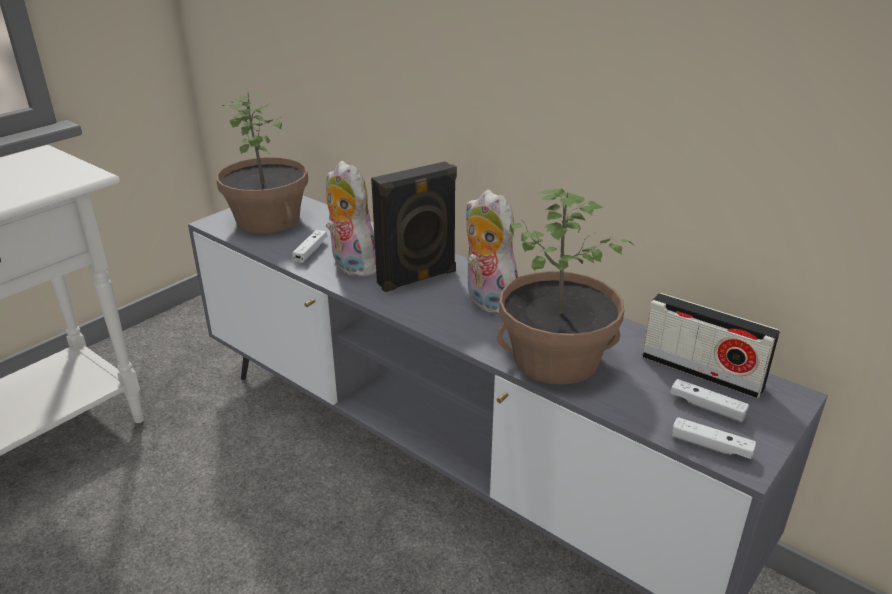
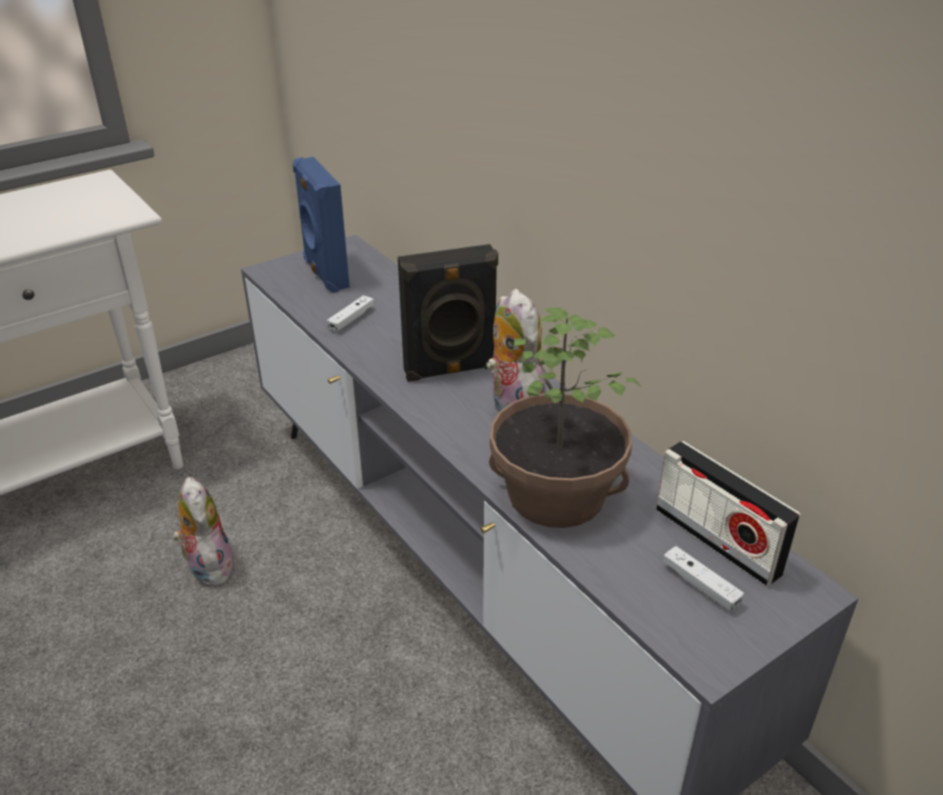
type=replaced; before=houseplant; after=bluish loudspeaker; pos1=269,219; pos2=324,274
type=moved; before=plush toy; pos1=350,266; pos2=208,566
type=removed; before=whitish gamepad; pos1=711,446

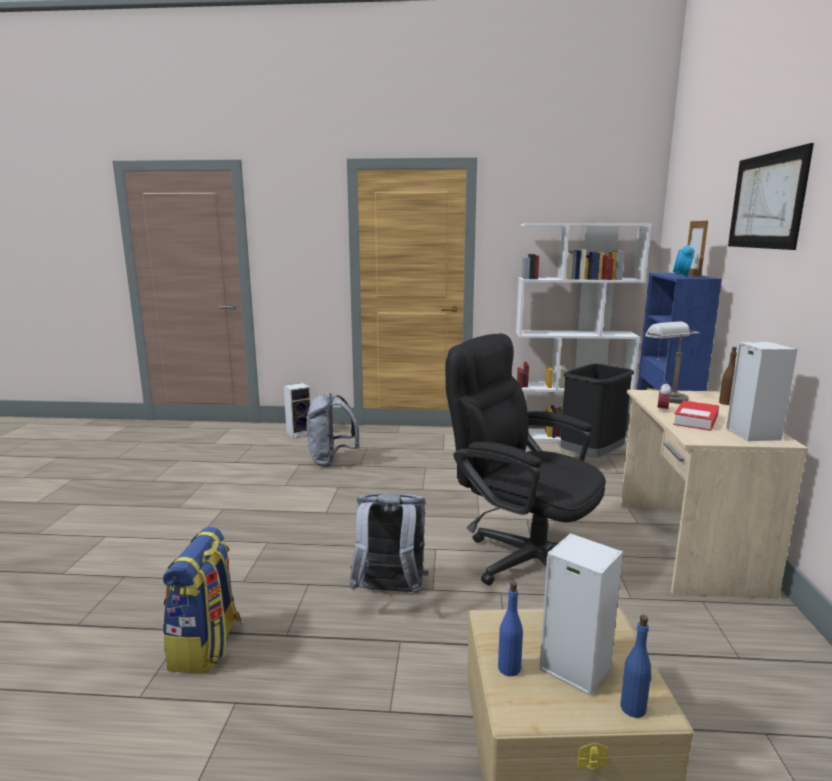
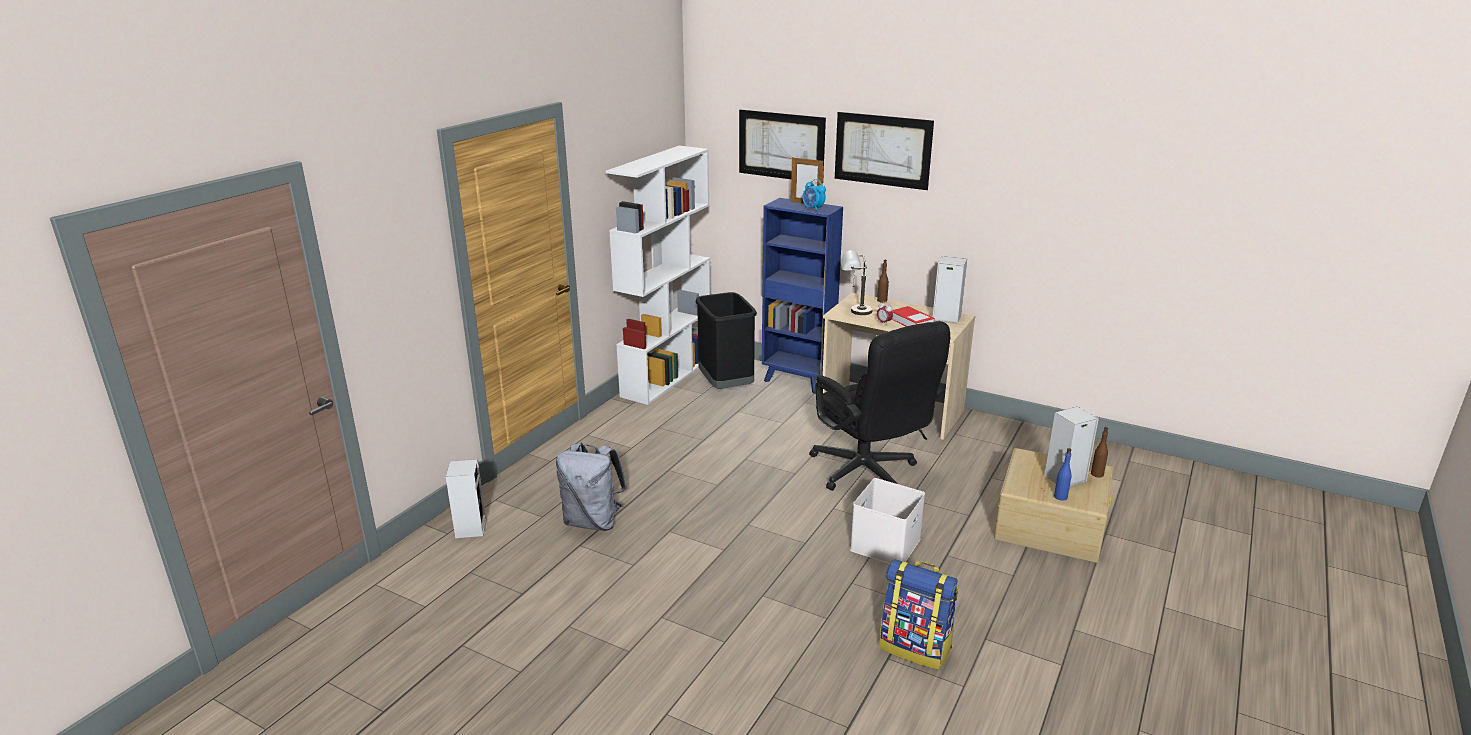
type=turned; before=black-coloured computer chair; pos1=522,557; pos2=869,474; turn=-90
type=replaced; before=greyish backpack; after=whitish storage container; pos1=389,593; pos2=886,545
type=recoloured; before=bluish beverage bottle; after=brownish beverage bottle; pos1=633,708; pos2=1097,474
type=added; after=wall picture; pos2=781,145

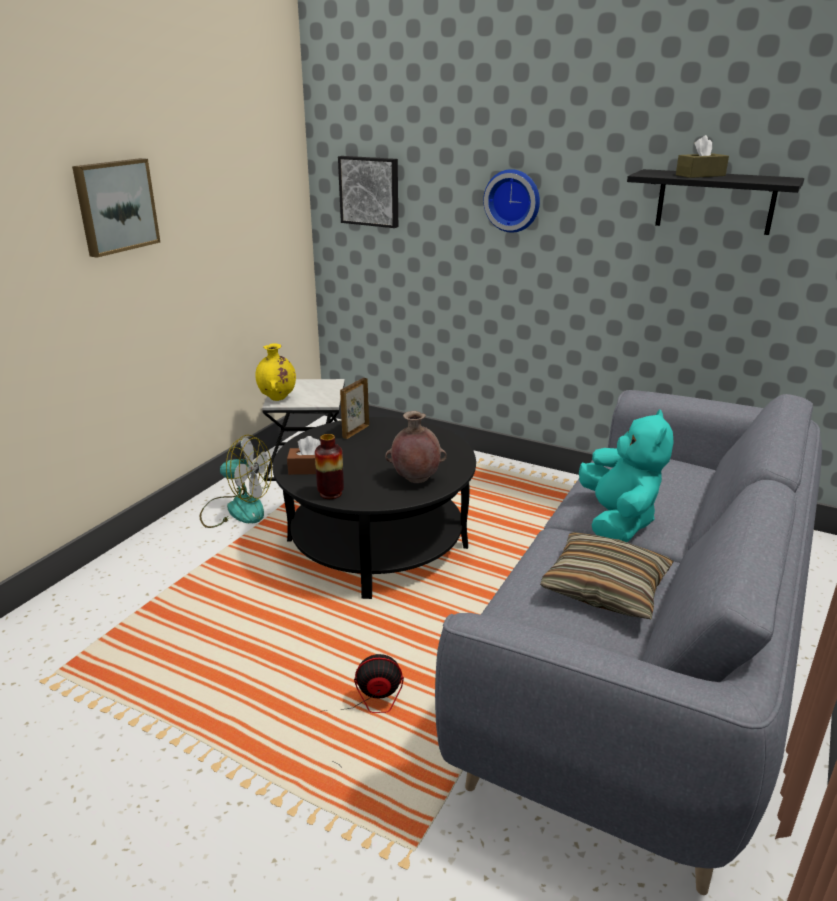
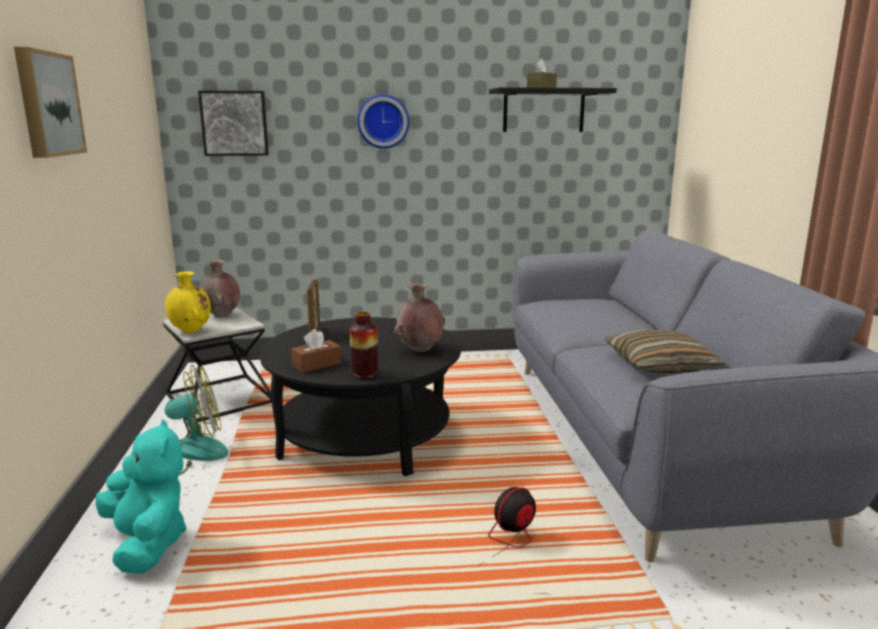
type=moved; before=turquoise plush toy; pos1=617,521; pos2=147,544
type=added; after=brownish vase; pos2=222,315

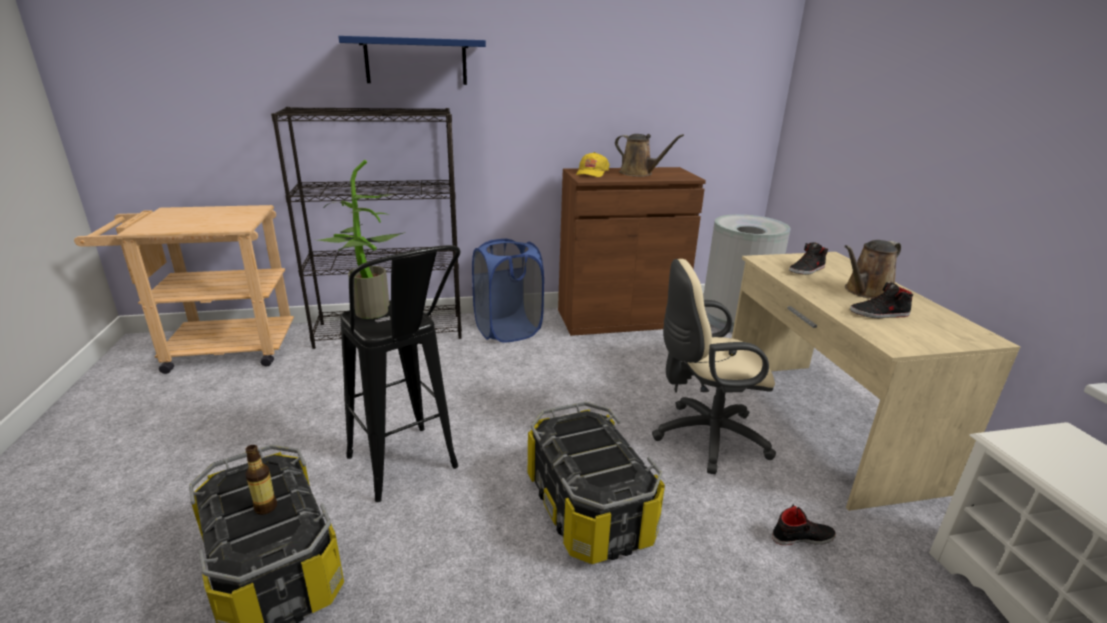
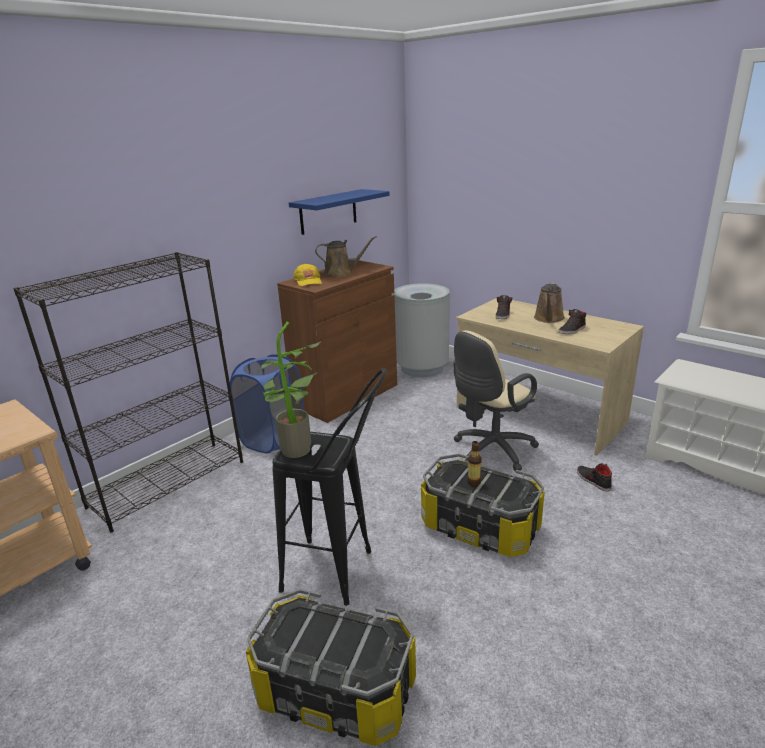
type=moved; before=bluish bracket shelf; pos1=416,61; pos2=328,211
type=moved; before=beverage bottle; pos1=265,507; pos2=474,483
type=turned; before=black-coloured low shoe; pos1=802,537; pos2=593,480; turn=-75

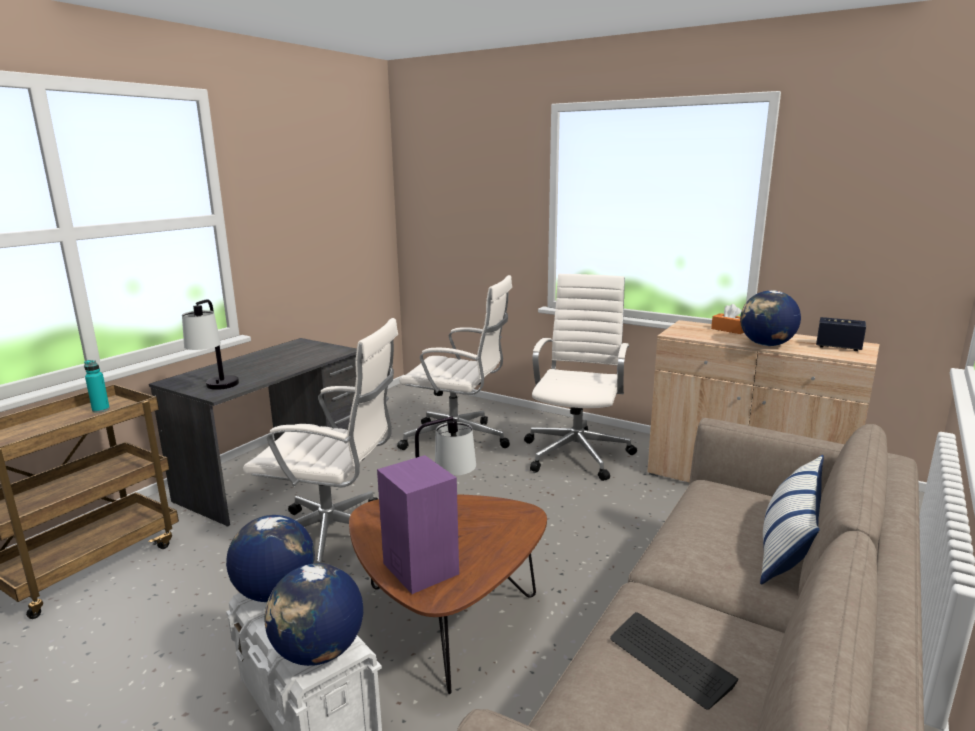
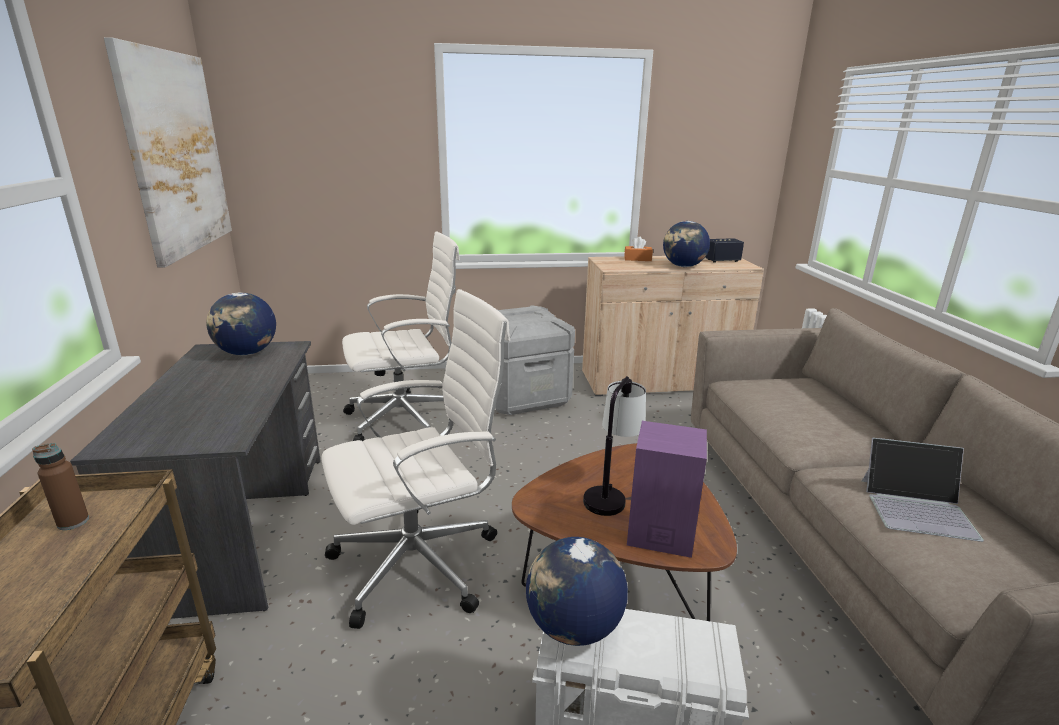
type=replaced; before=whitish computer chair; after=greyish storage container; pos1=577,453; pos2=523,396
type=removed; before=table lamp; pos1=217,389
type=recoloured; before=turquoise beverage bottle; after=brownish beverage bottle; pos1=101,409; pos2=73,522
type=removed; before=throw pillow; pos1=787,544
type=moved; before=world globe; pos1=318,652; pos2=247,353
type=replaced; before=keyboard; after=notebook computer; pos1=670,660; pos2=918,508
type=added; after=wall picture; pos2=177,153

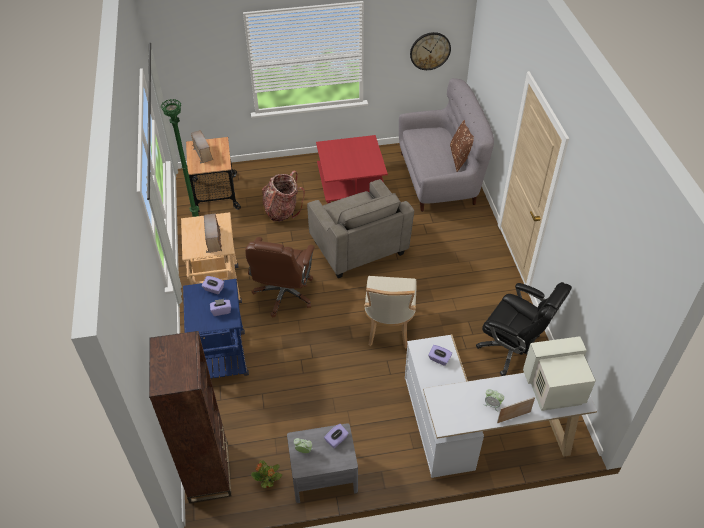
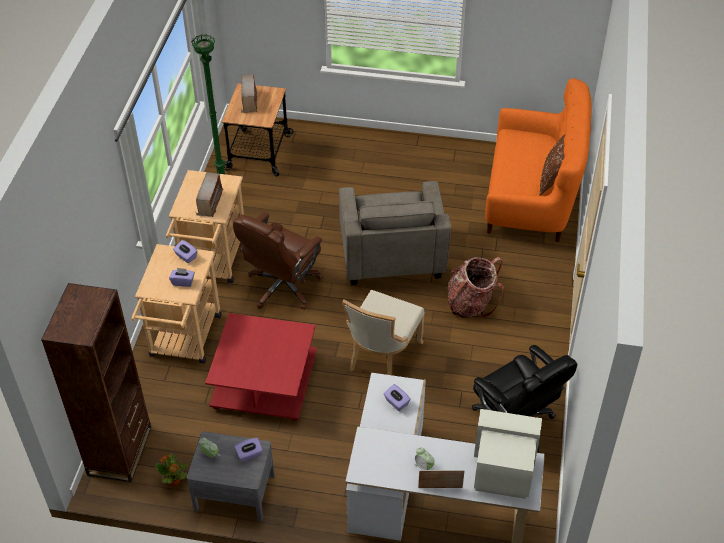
type=removed; before=hanging clock; pos1=430,51
type=recoloured; before=greyish couch; after=orangey couch; pos1=440,178; pos2=532,198
type=moved; before=reddish lounge table; pos1=352,182; pos2=265,382
type=moved; before=backpack; pos1=282,211; pos2=471,304
type=recoloured; before=bluish wheeled cart; after=beige-coloured wheeled cart; pos1=222,362; pos2=184,341

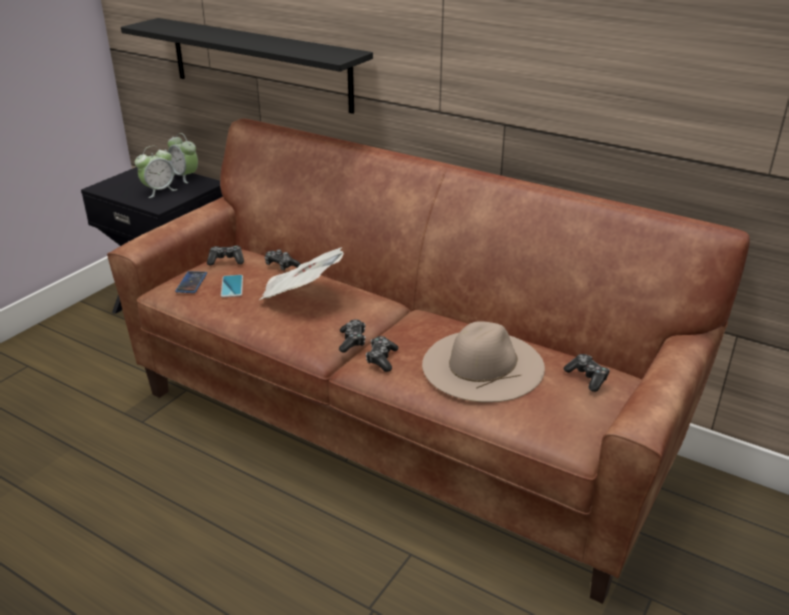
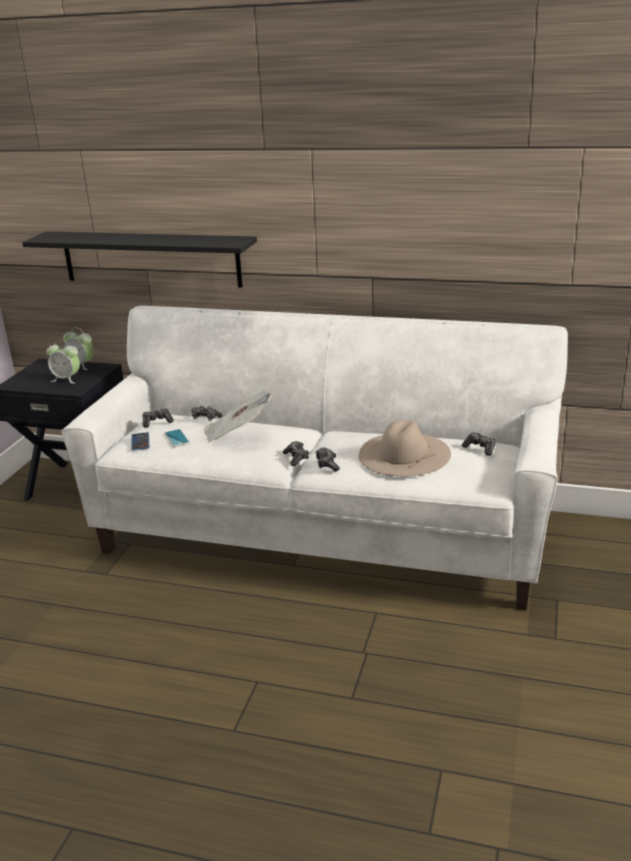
type=recoloured; before=brownish couch; after=whitish couch; pos1=395,428; pos2=321,535
type=turned; before=bedside clock; pos1=159,191; pos2=66,379; turn=75

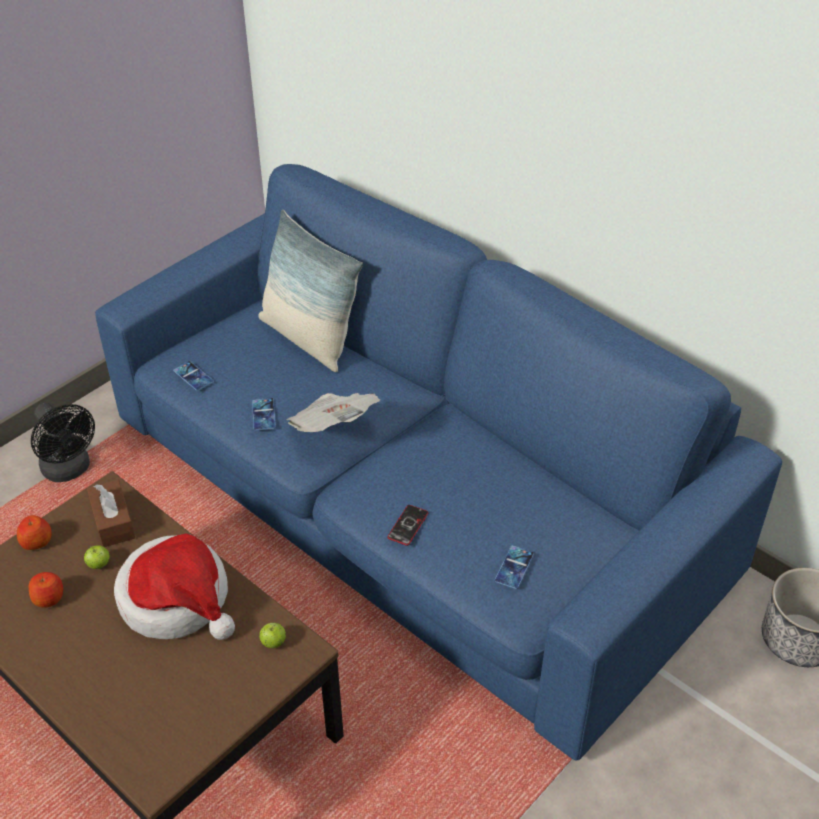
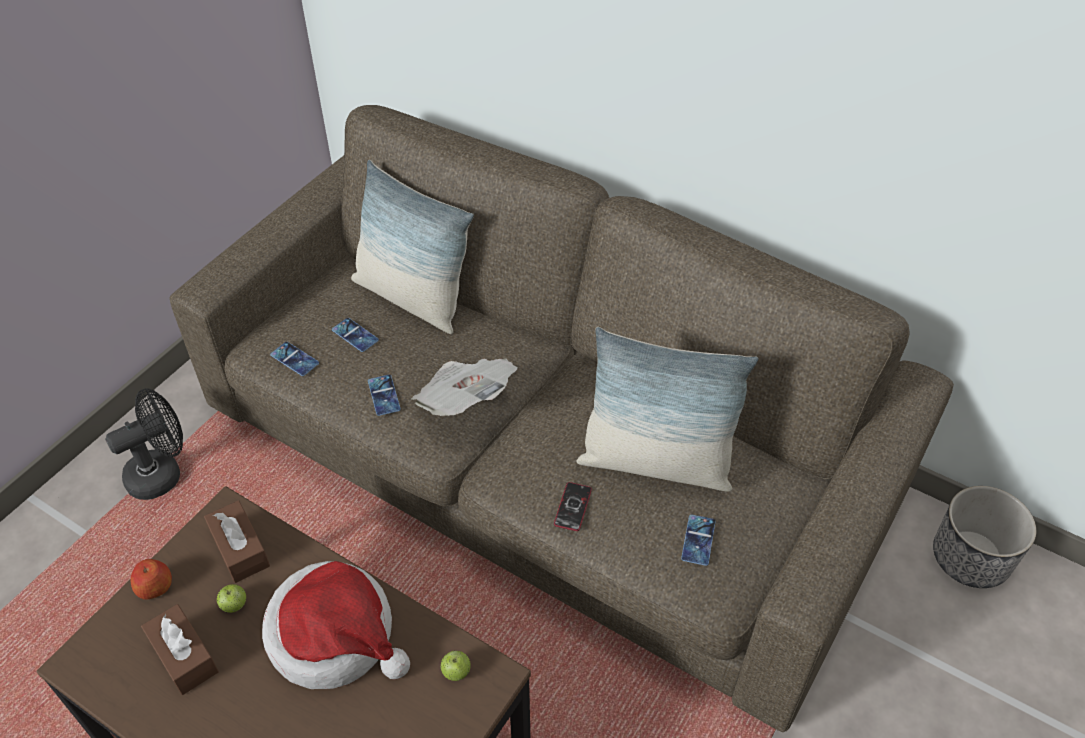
type=recoloured; before=bluish couch; after=brownish couch; pos1=410,497; pos2=543,454
type=turned; before=black-coloured electric fan; pos1=70,470; pos2=162,473; turn=-75
type=replaced; before=apple; after=brownish box of tissues; pos1=49,598; pos2=184,656
type=added; after=phone; pos2=355,335
type=added; after=throw pillow; pos2=656,462

